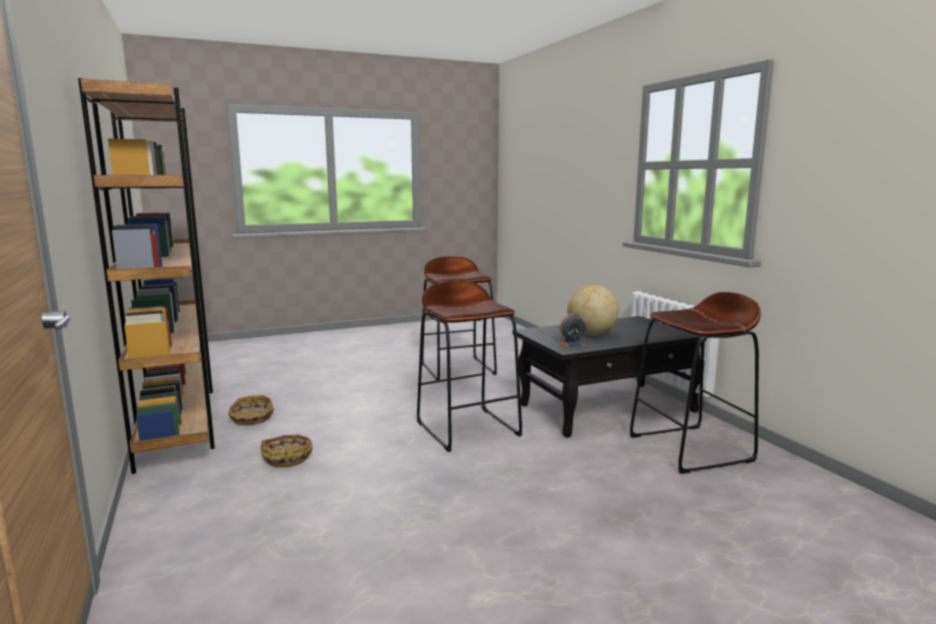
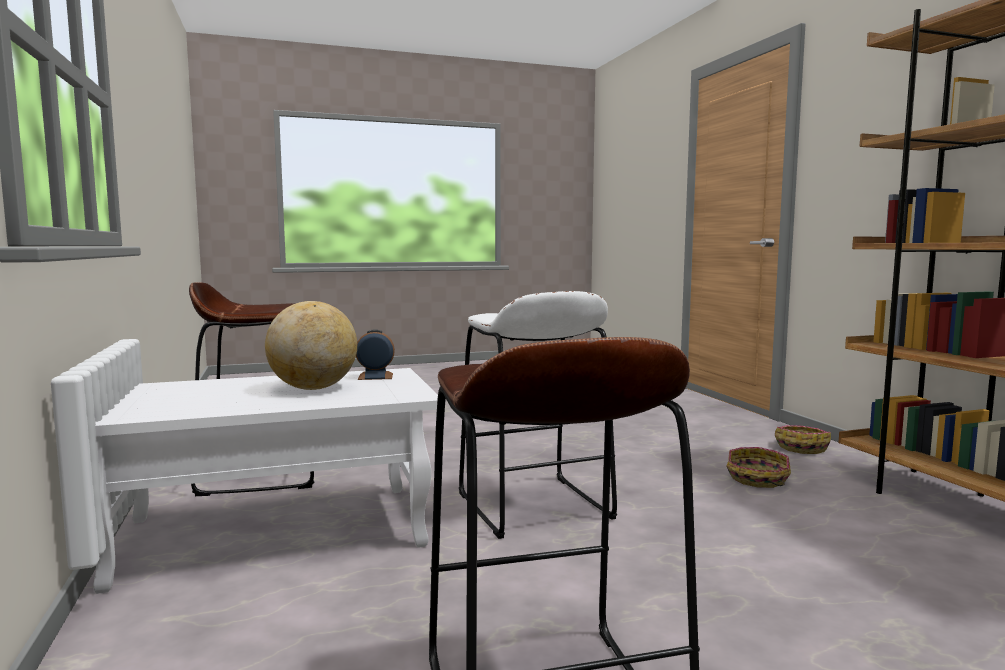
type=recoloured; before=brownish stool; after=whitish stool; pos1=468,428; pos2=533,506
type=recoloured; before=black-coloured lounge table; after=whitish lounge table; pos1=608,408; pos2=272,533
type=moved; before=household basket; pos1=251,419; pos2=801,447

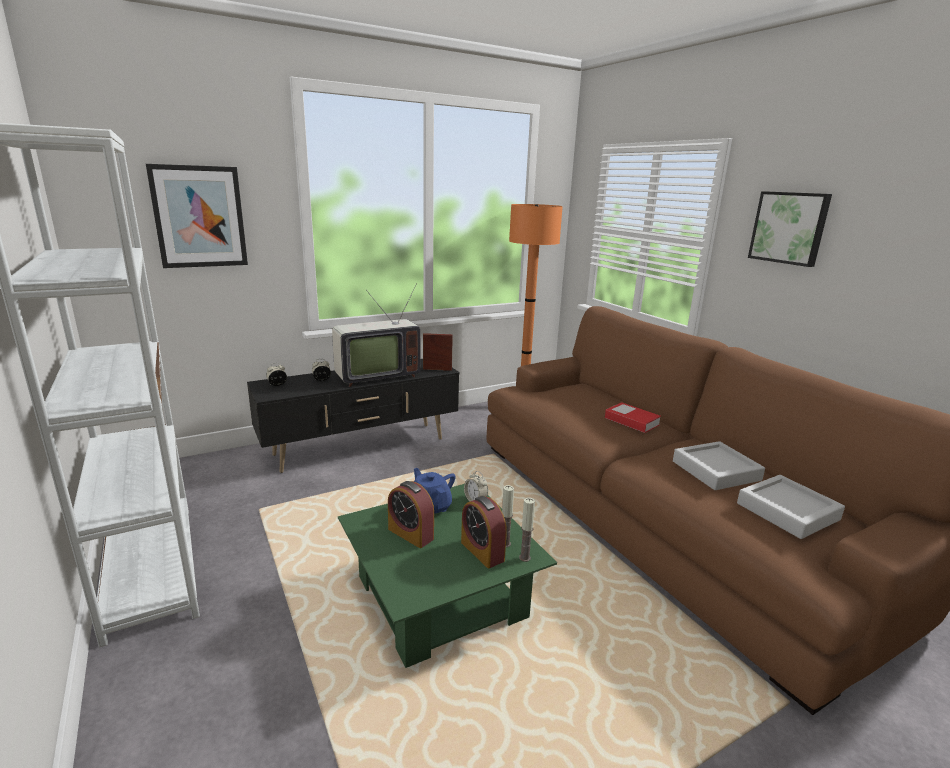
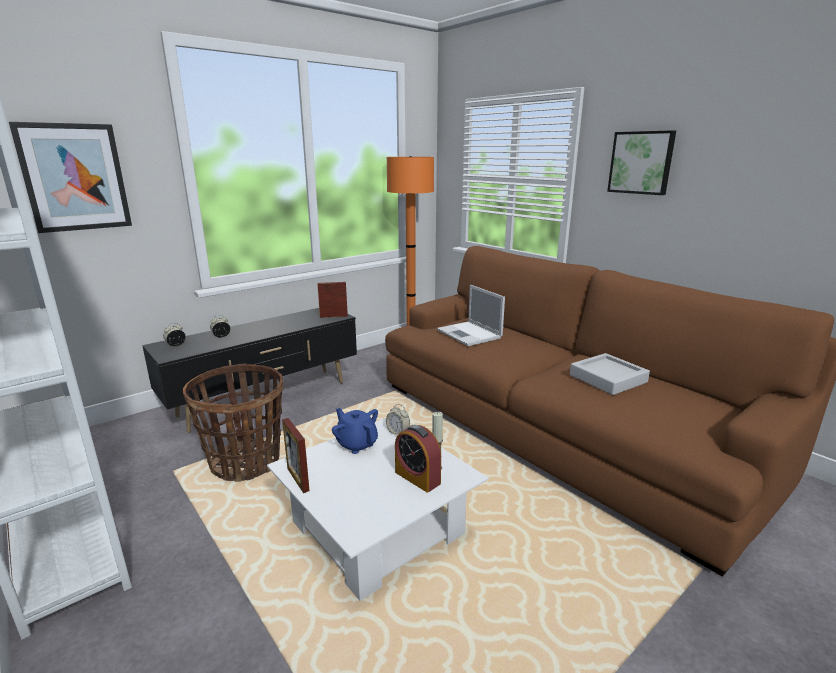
type=removed; before=TV; pos1=375,376
type=removed; before=book; pos1=631,421
type=removed; before=greyish serving tray; pos1=787,511
type=removed; before=bedside clock; pos1=410,534
type=recoloured; before=greenish lounge table; after=whitish lounge table; pos1=440,597; pos2=377,528
type=removed; before=candle; pos1=525,557
type=added; after=notebook computer; pos2=470,334
type=added; after=household basket; pos2=245,462
type=added; after=photo frame; pos2=298,479

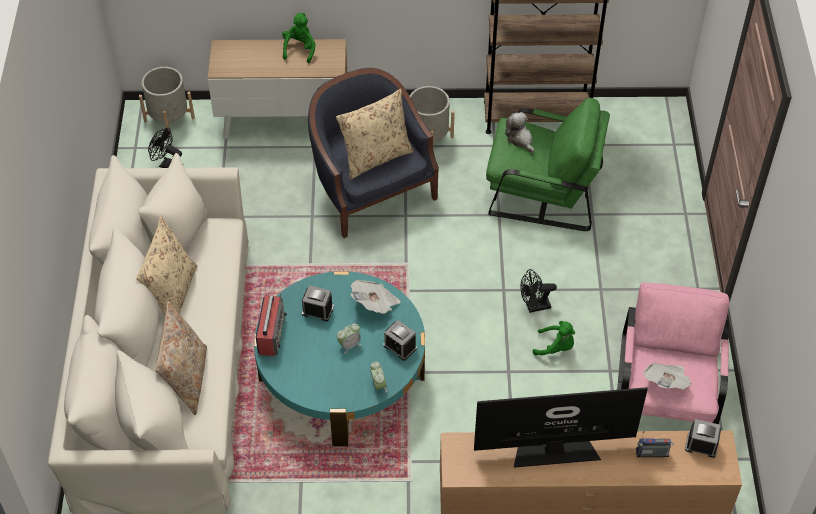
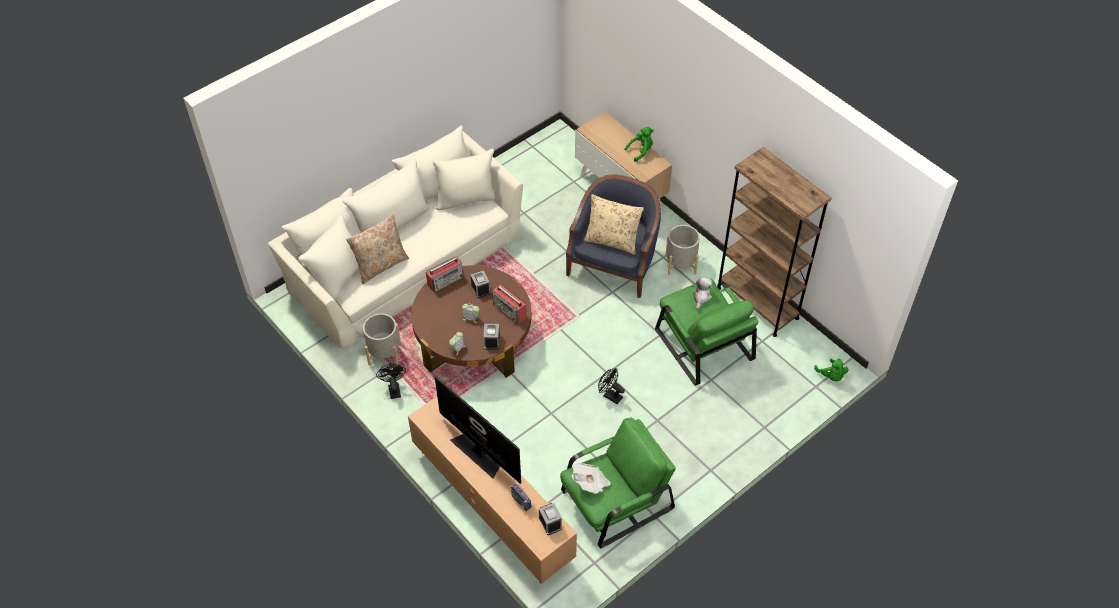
type=moved; before=greyish flower pot; pos1=169,119; pos2=384,353
type=moved; before=black-coloured electric fan; pos1=167,165; pos2=393,389
type=removed; before=beige-coloured throw pillow; pos1=172,293
type=recoloured; before=turquoise lounge table; after=brownish lounge table; pos1=342,375; pos2=473,338
type=replaced; before=newspaper; after=radio receiver; pos1=375,304; pos2=510,311
type=recoloured; before=pink easy chair; after=greenish easy chair; pos1=667,390; pos2=615,501
type=moved; before=greenish plush toy; pos1=555,347; pos2=831,376

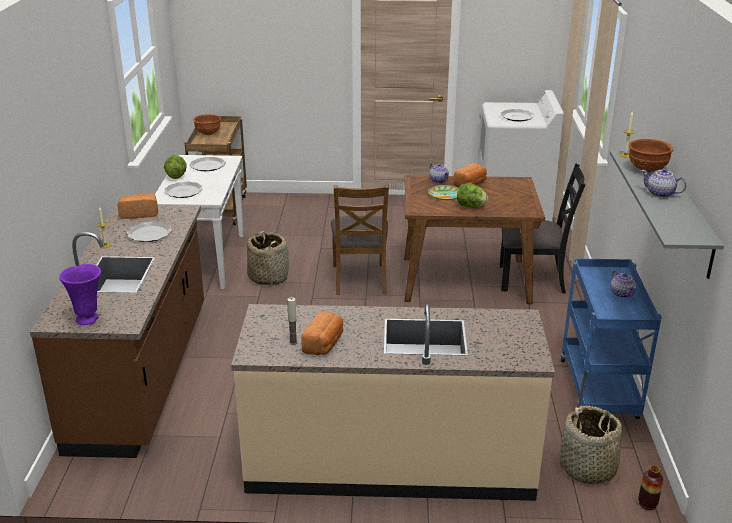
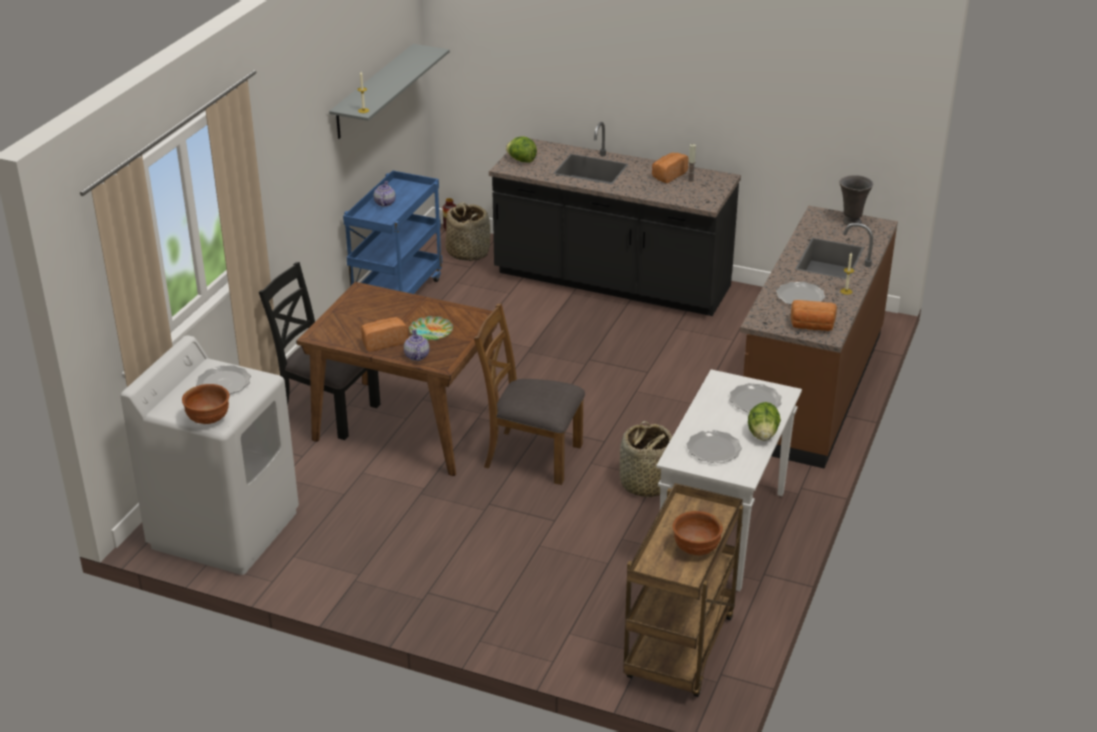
type=moved; before=brownish serving bowl; pos1=646,169; pos2=208,420
type=removed; before=tea pot; pos1=660,194
type=moved; before=head of lettuce; pos1=470,206; pos2=521,160
type=turned; before=brownish chair; pos1=360,279; pos2=532,456; turn=-90
type=recoloured; before=purple vase; after=greyish vase; pos1=88,319; pos2=851,222
type=recoloured; before=beige-coloured kitchen base unit; after=black-coloured kitchen base unit; pos1=390,461; pos2=611,282

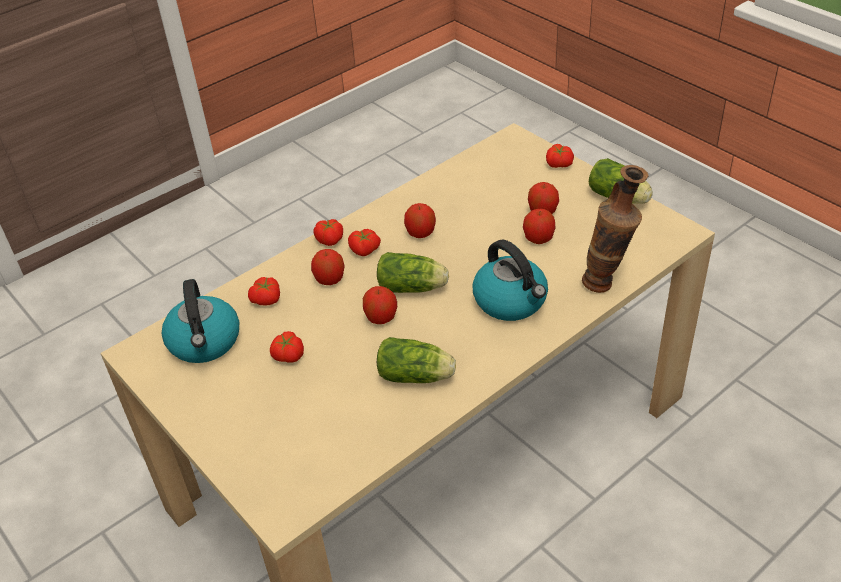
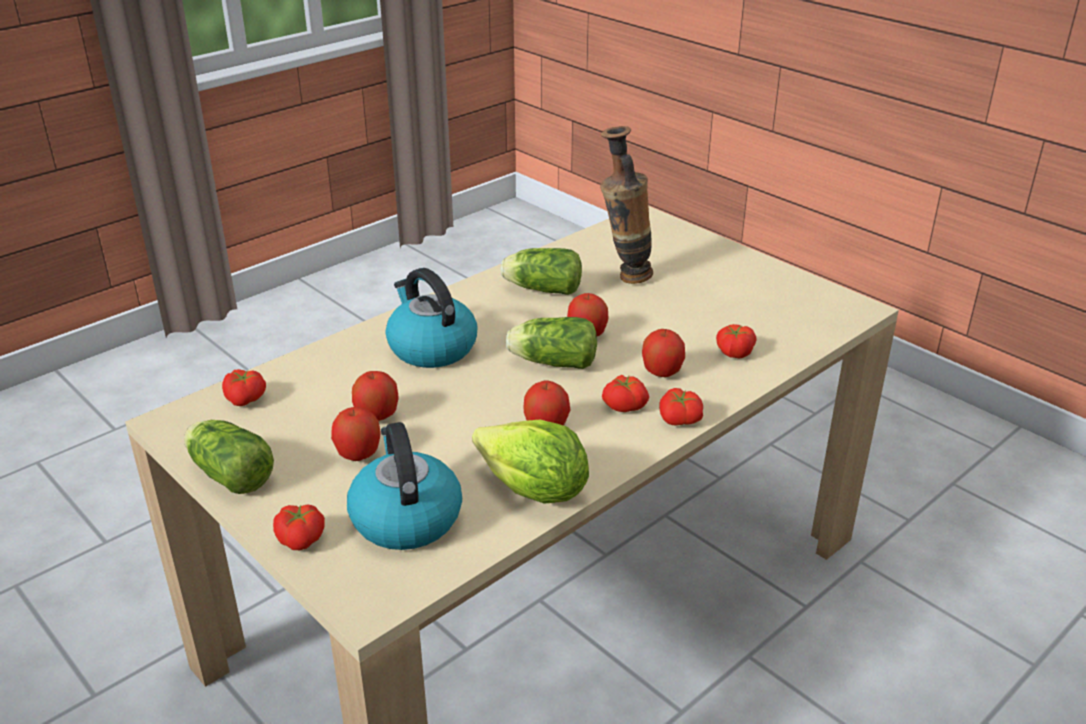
type=moved; before=vase; pos1=607,285; pos2=624,277
type=moved; before=kettle; pos1=205,342; pos2=405,518
type=moved; before=tomato; pos1=288,356; pos2=246,399
type=added; after=head of lettuce; pos2=533,491

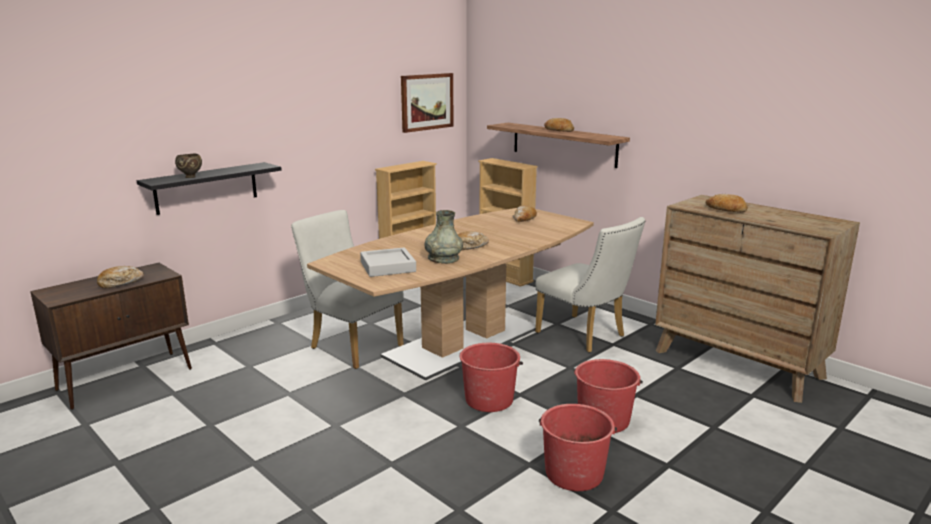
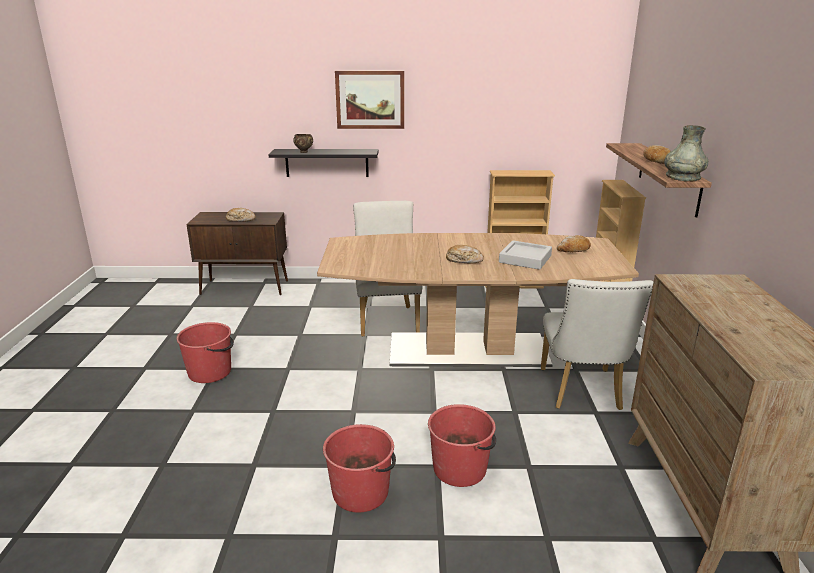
type=moved; before=wall picture; pos1=426,102; pos2=370,99
type=removed; before=bakery bread; pos1=726,210
type=moved; before=greyish vase; pos1=443,258; pos2=682,177
type=moved; before=greyish serving tray; pos1=388,267; pos2=525,259
type=moved; before=reddish water bucket; pos1=489,399; pos2=210,372

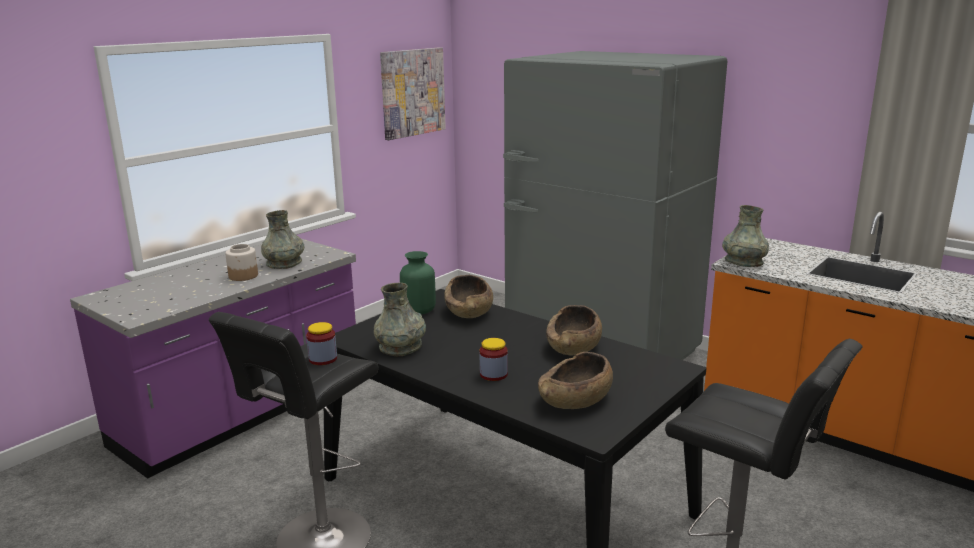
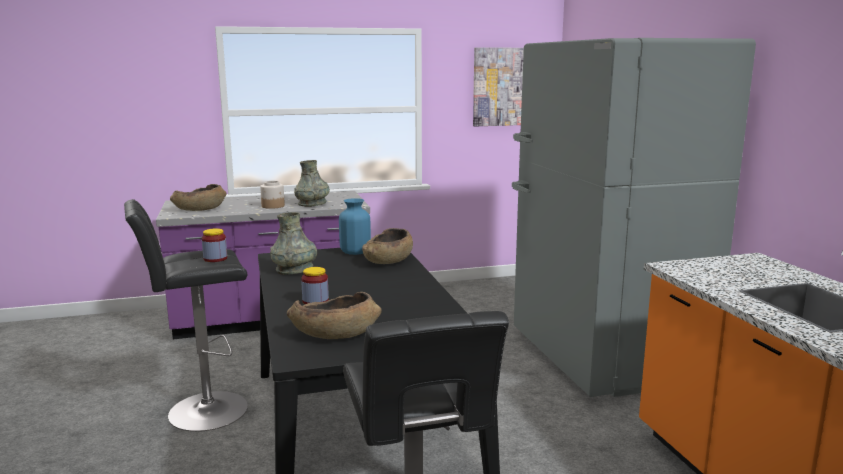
type=removed; before=greyish vase; pos1=743,262
type=recoloured; before=greenish vase; after=bluish vase; pos1=418,310; pos2=355,252
type=moved; before=brownish serving bowl; pos1=574,347; pos2=199,209

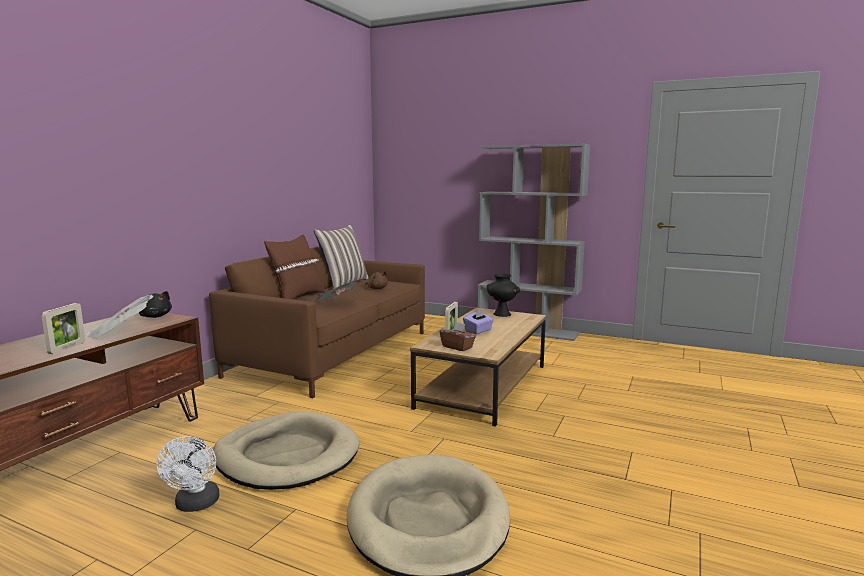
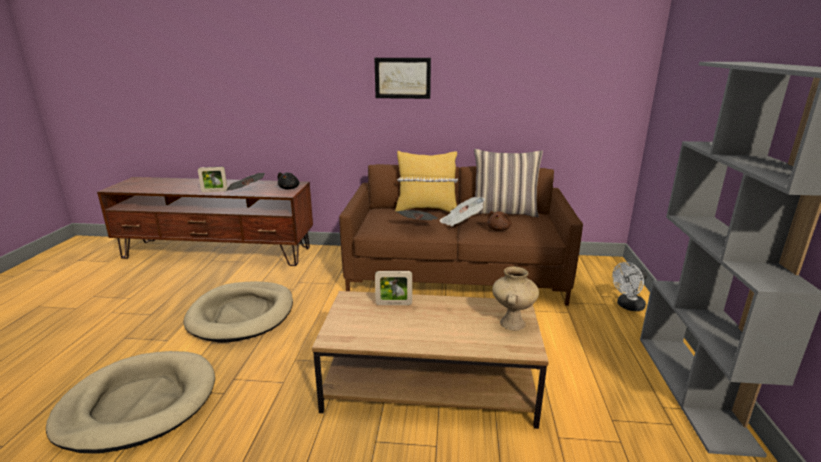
type=recoloured; before=brownish throw pillow; after=yellow-coloured throw pillow; pos1=297,297; pos2=426,209
type=recoloured; before=black-coloured vase; after=beige-coloured vase; pos1=501,314; pos2=512,323
type=removed; before=purple box of tissues; pos1=478,331
type=removed; before=brownish box of tissues; pos1=457,347
type=moved; before=whitish electric fan; pos1=196,505; pos2=627,306
type=added; after=wall picture; pos2=402,78
type=added; after=newspaper; pos2=461,222

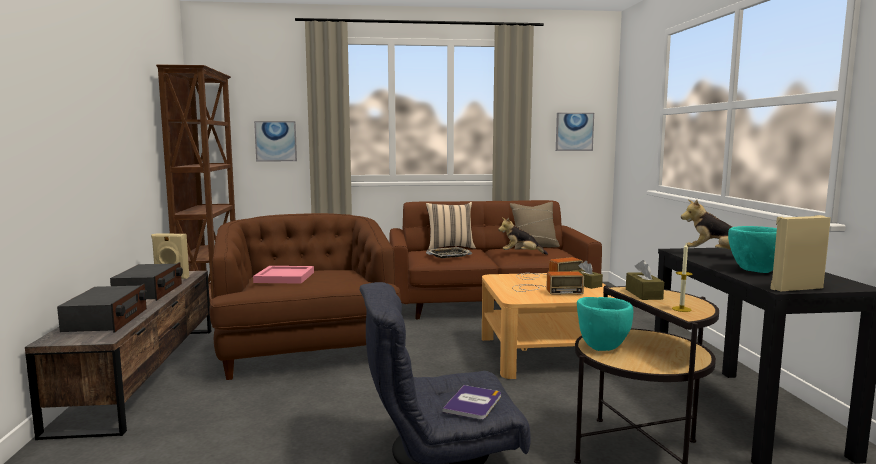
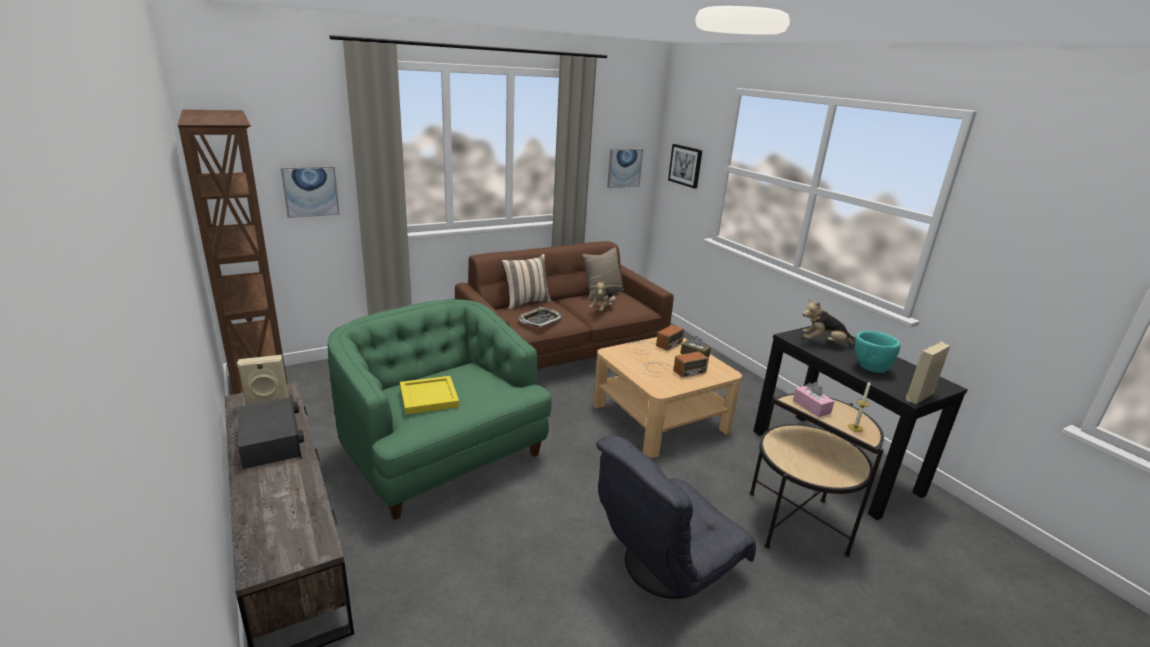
type=recoloured; before=brownish easy chair; after=greenish easy chair; pos1=307,350; pos2=441,454
type=turned; before=plush toy; pos1=521,254; pos2=603,309; turn=-45
type=recoloured; before=brownish box of tissues; after=pink box of tissues; pos1=643,294; pos2=811,407
type=recoloured; before=pink serving tray; after=yellow-coloured serving tray; pos1=284,277; pos2=428,397
type=removed; before=radio receiver; pos1=107,320
type=removed; before=turquoise serving bowl; pos1=602,346
type=removed; before=book; pos1=473,403
type=added; after=wall picture; pos2=685,165

